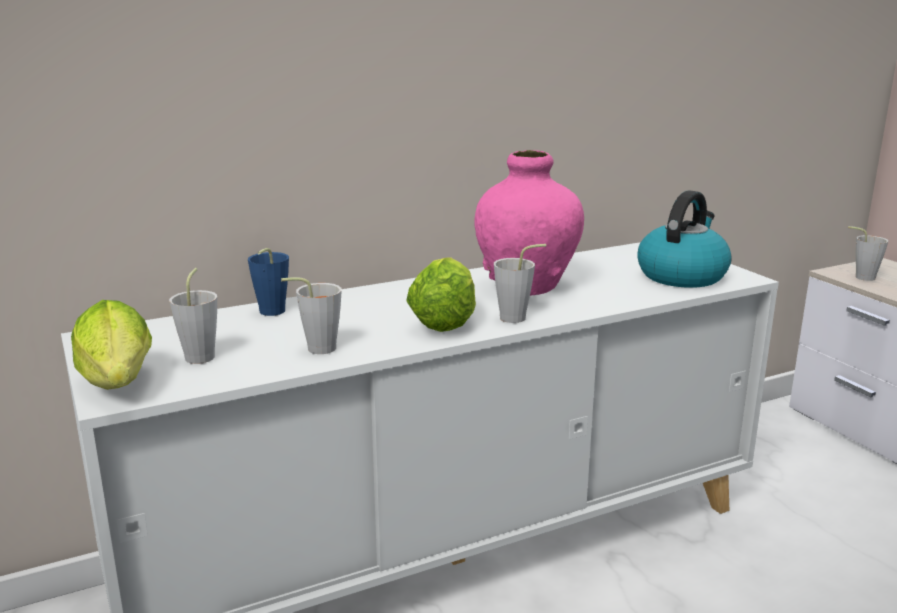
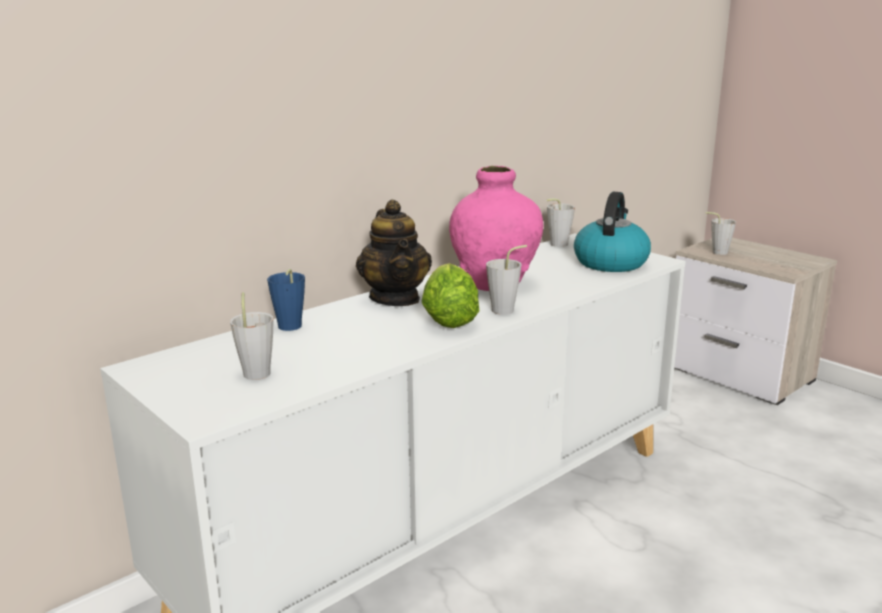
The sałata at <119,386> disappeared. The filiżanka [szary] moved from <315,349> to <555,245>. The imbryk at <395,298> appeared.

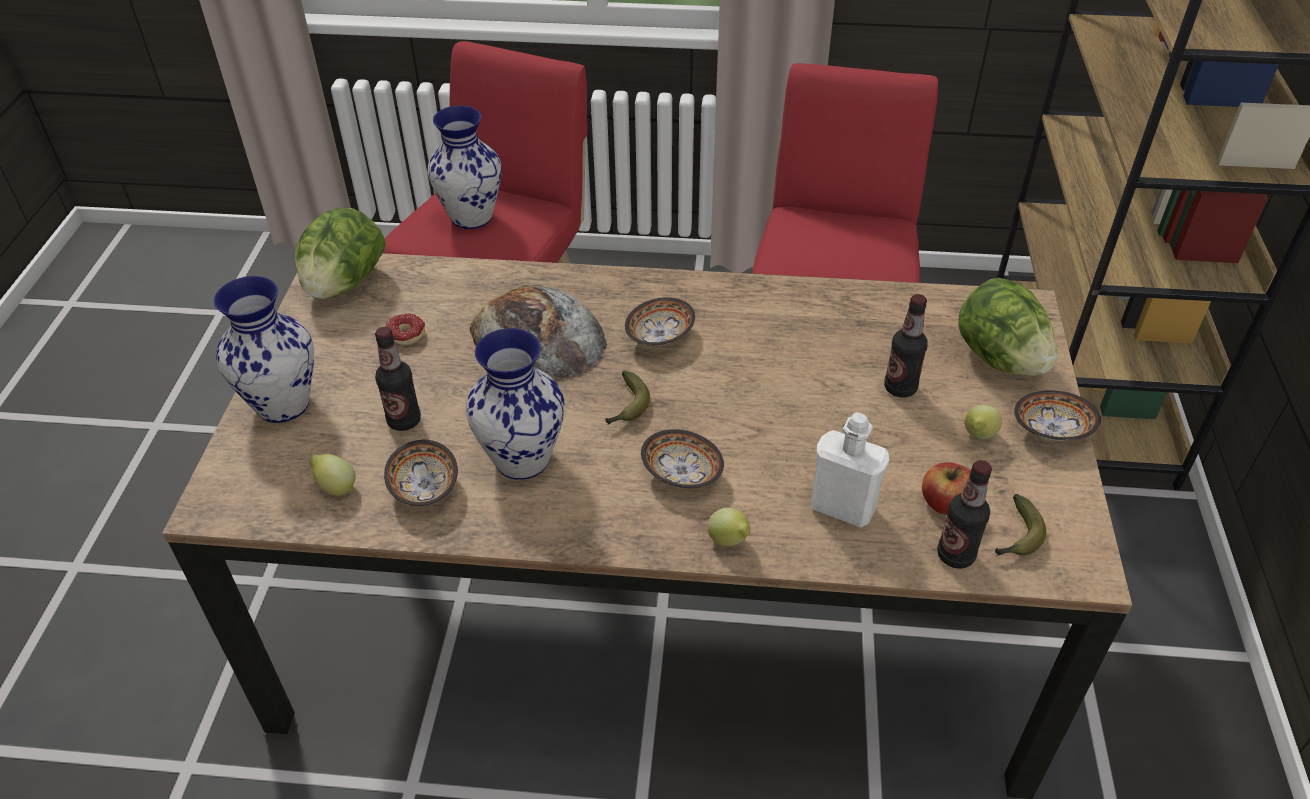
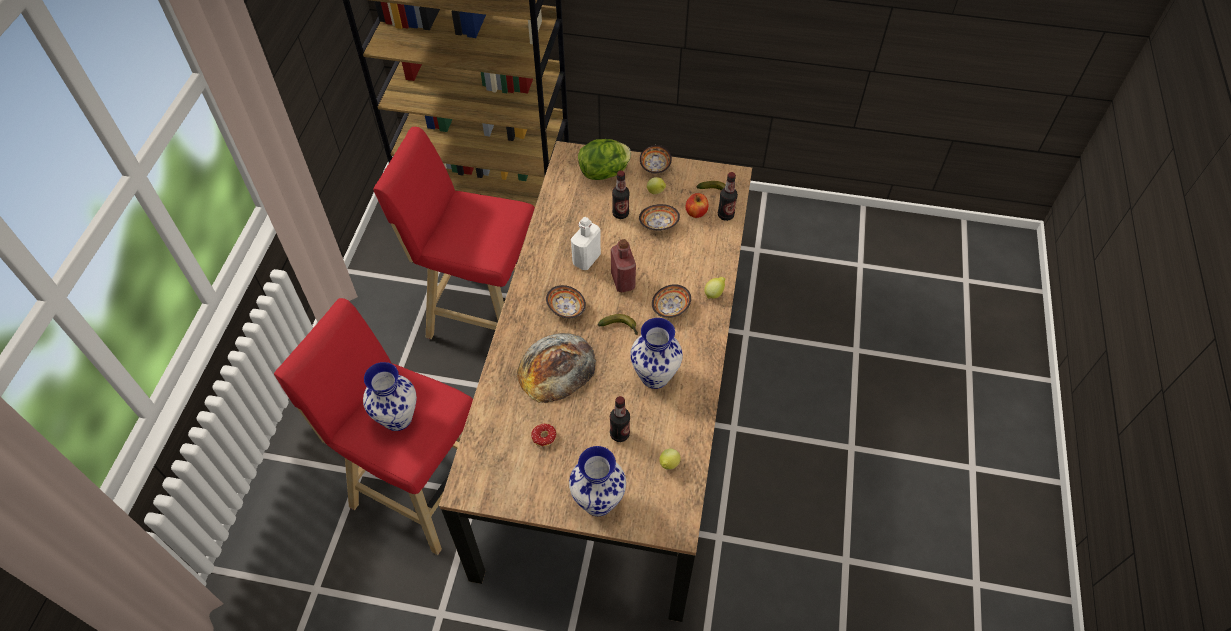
The sałata at <345,284> disappeared. The miska moved from <426,486> to <657,224>. The butelka [biały] moved from <843,507> to <586,259>. The butelka [czerwony] at <623,281> appeared.

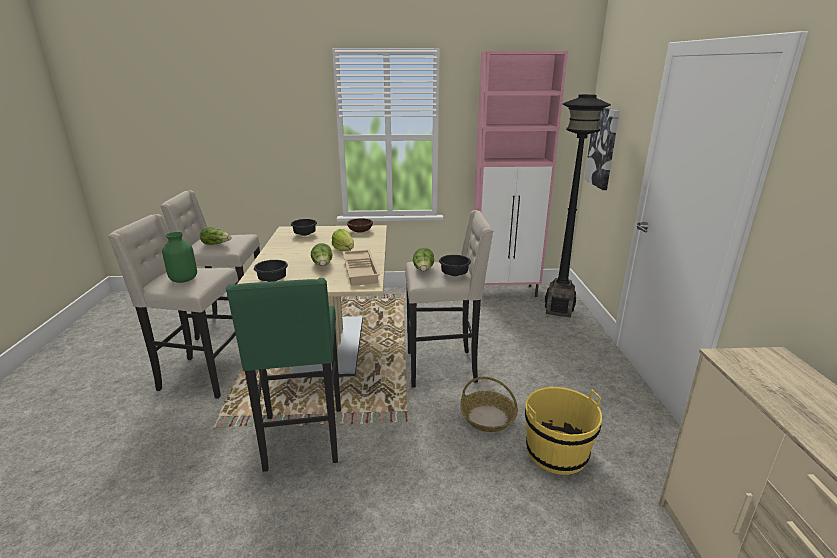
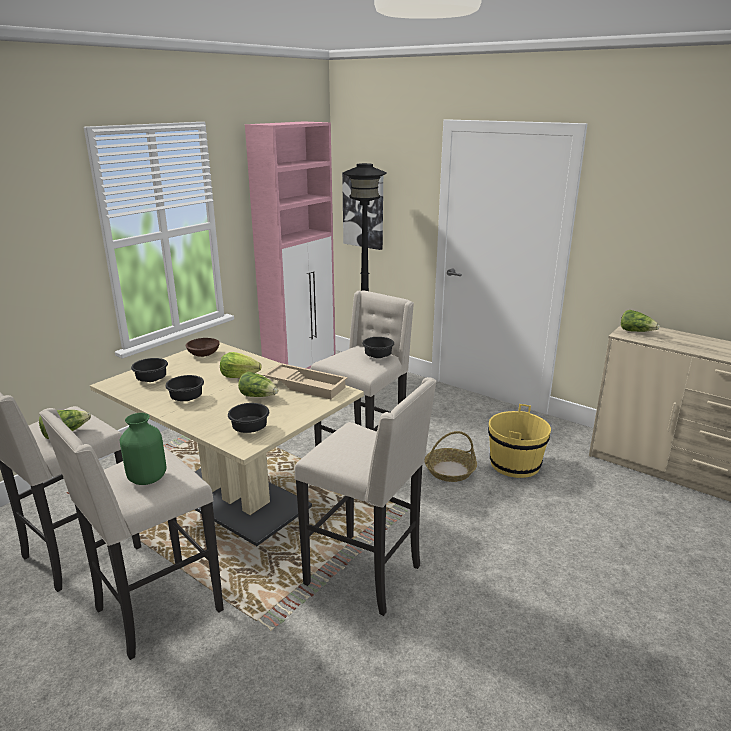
The stołek [zielony] at <303,440> became the stołek [beżowy] at <366,575>. The sałata moved from <423,270> to <636,331>. The miska [czarny] at <188,398> appeared.

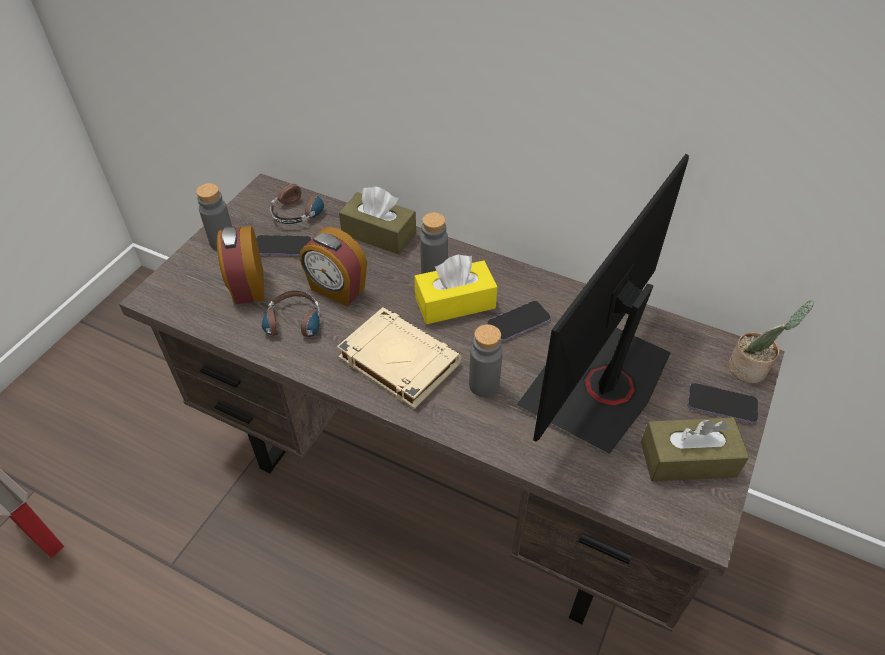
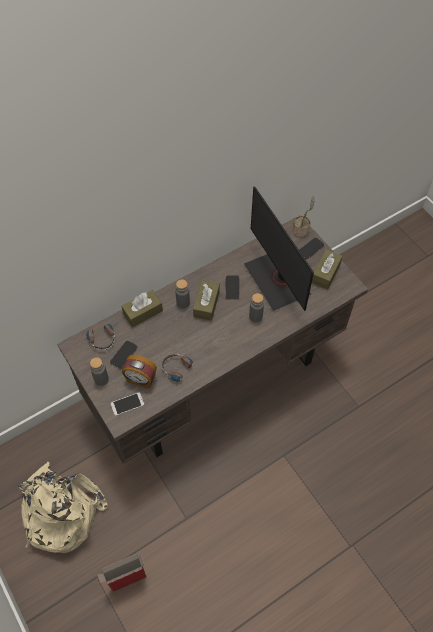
The budzik at <337,290> disappeared. The książka [beżowy] at <397,361> disappeared. The pudełko chusteczek [żółty] at <455,303> became the pudełko chusteczek [brązowy] at <206,304>. The plecak [beżowy] at <59,511> appeared. The telefon at <127,404> appeared.

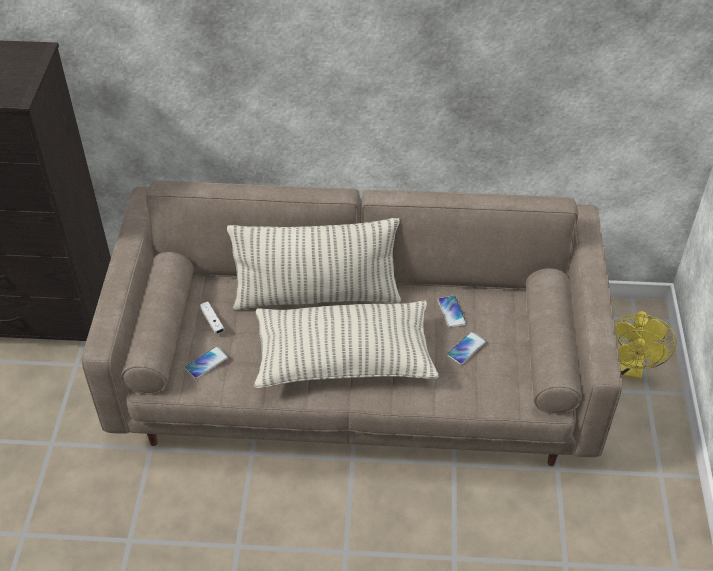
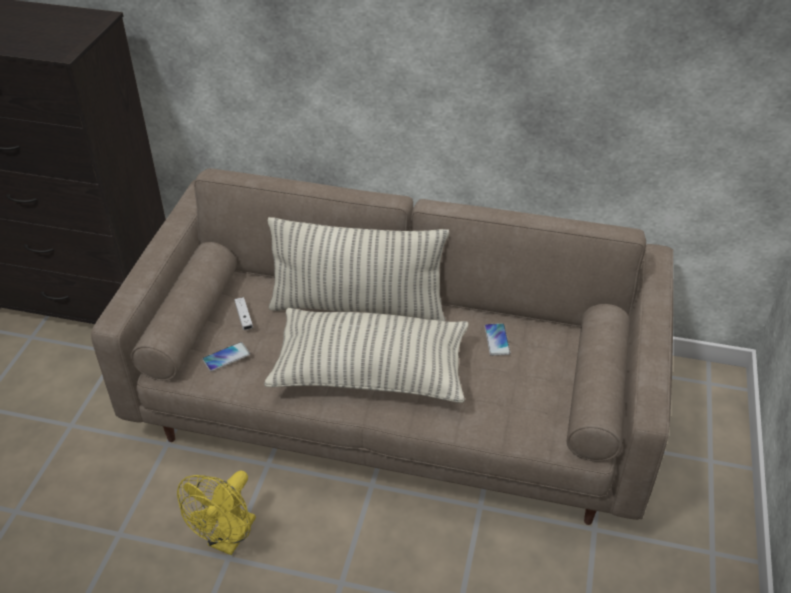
The telefon at <466,348> disappeared. The wentylator [żółty] moved from <630,369> to <228,539>.

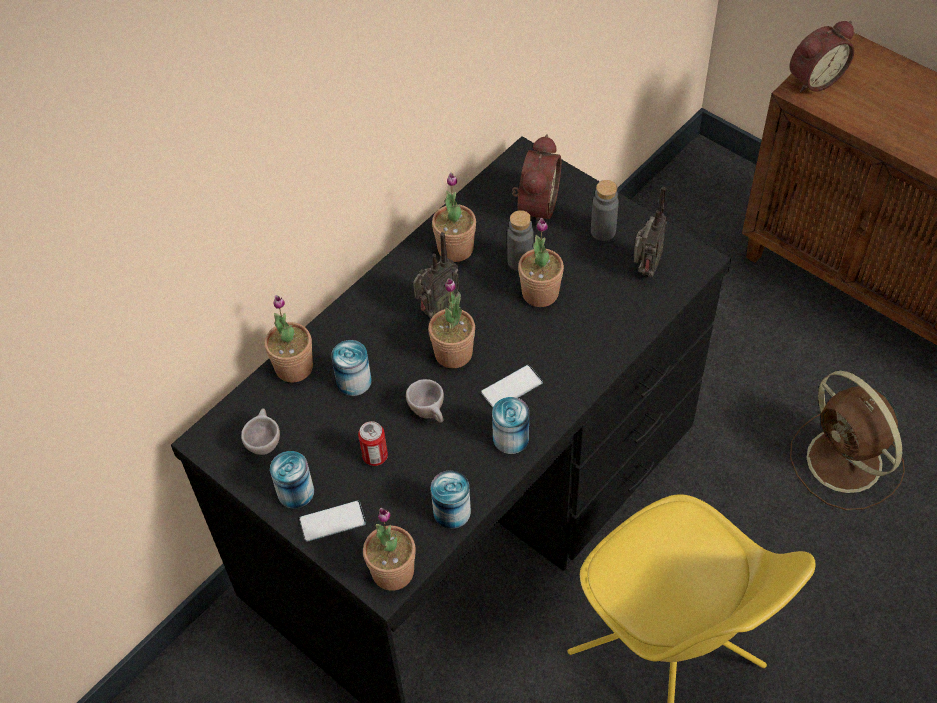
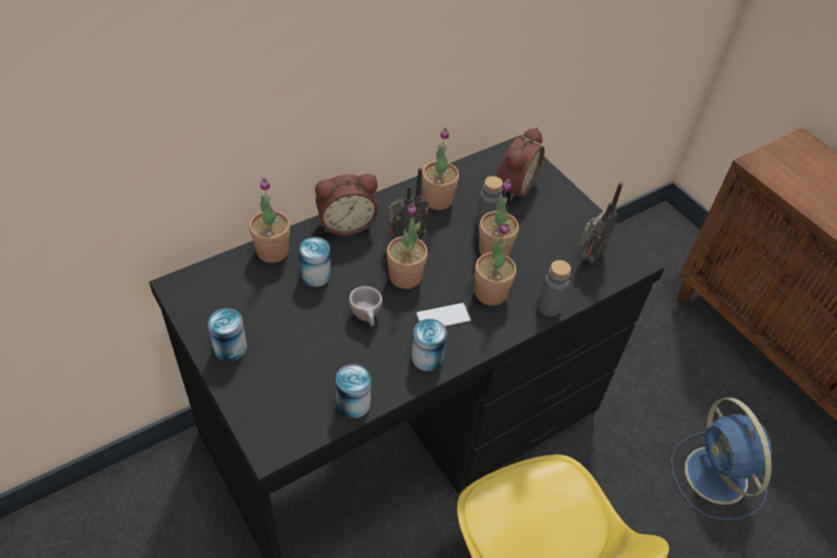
The filiżanka [beżowy] at <264,442> disappeared. The telefon at <332,521> disappeared. The puszka at <375,456> disappeared. The roślina doniczkowa moved from <393,571> to <490,293>. The butelka [szary] moved from <603,231> to <549,307>. The budzik moved from <813,79> to <346,223>. The wentylator [brązowy] at <846,463> became the wentylator [niebieski] at <717,478>.

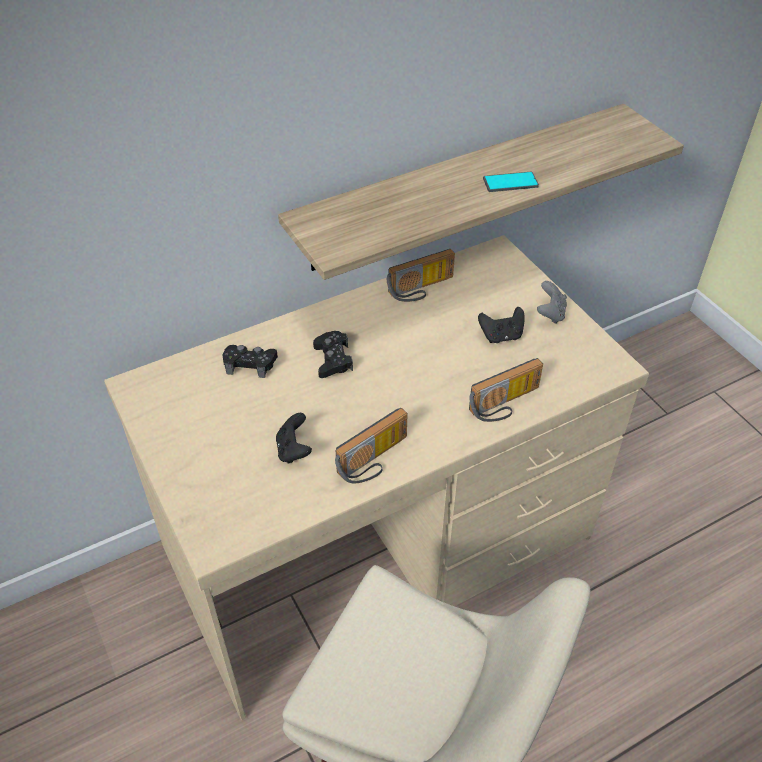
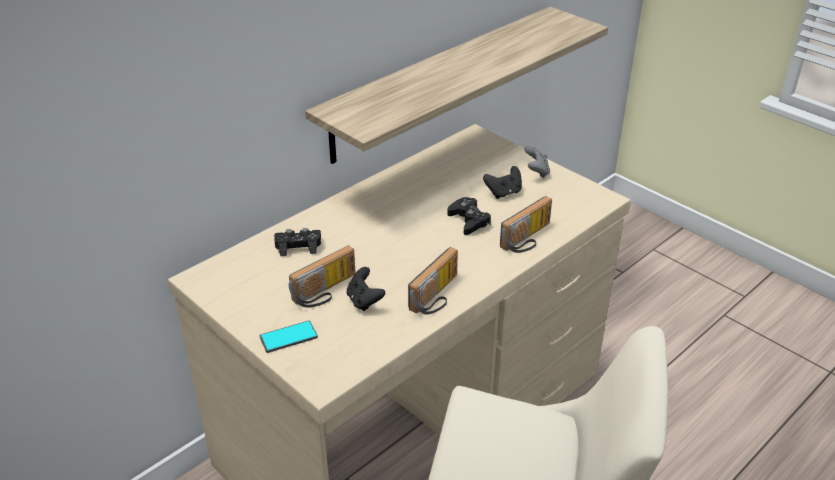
The pad do gier [czarny] moved from <333,359> to <469,221>. The radio moved from <421,289> to <326,292>. The telefon moved from <510,183> to <288,337>.

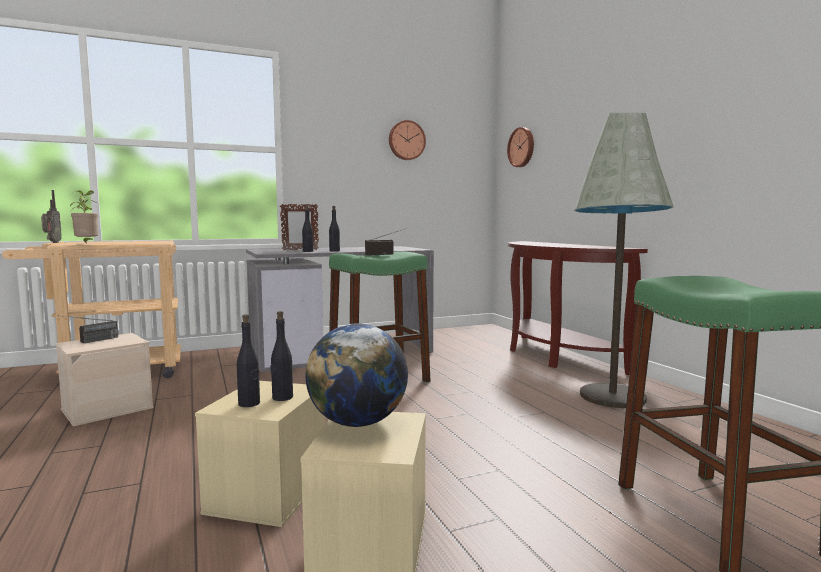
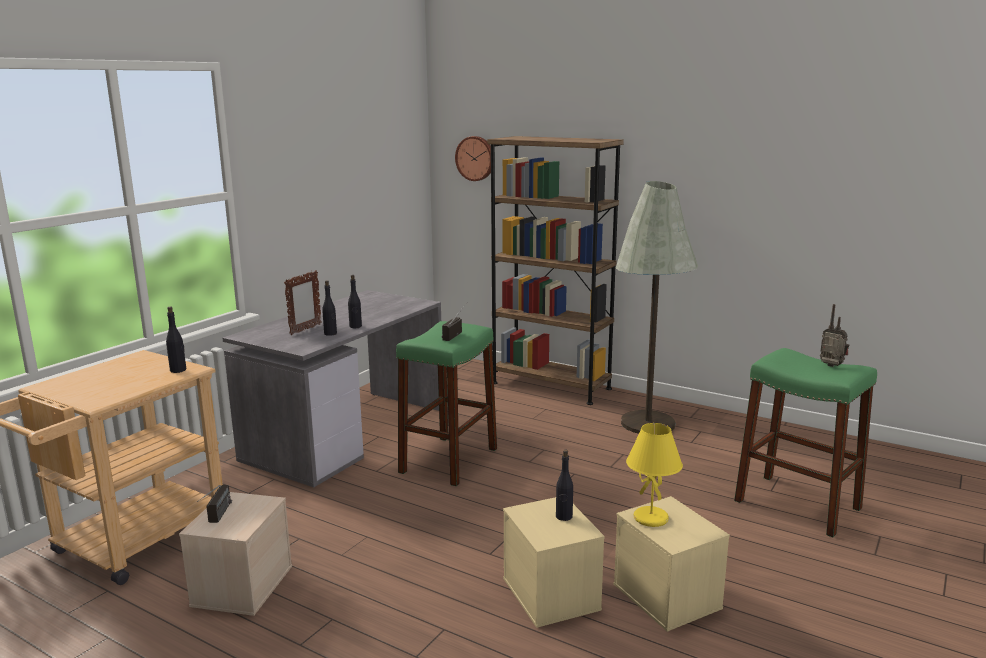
The radio moved from <52,242> to <831,367>. The roślina doniczkowa at <87,244> disappeared. The butelka [czarny] moved from <249,404> to <178,370>. The globus at <358,423> was replaced by the lampa stołowa [żółty] at <651,518>. The zegar ścienny at <406,140> disappeared. The stolik konsolowy [brązowy] at <553,355> was replaced by the regał [brązowy] at <550,386>.

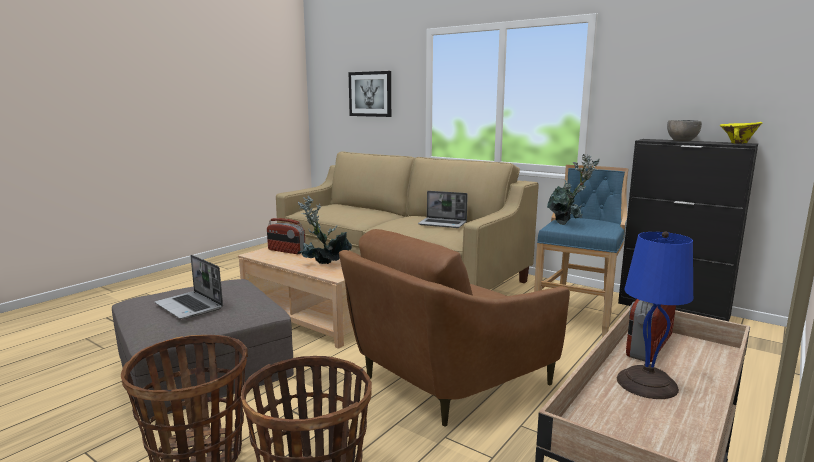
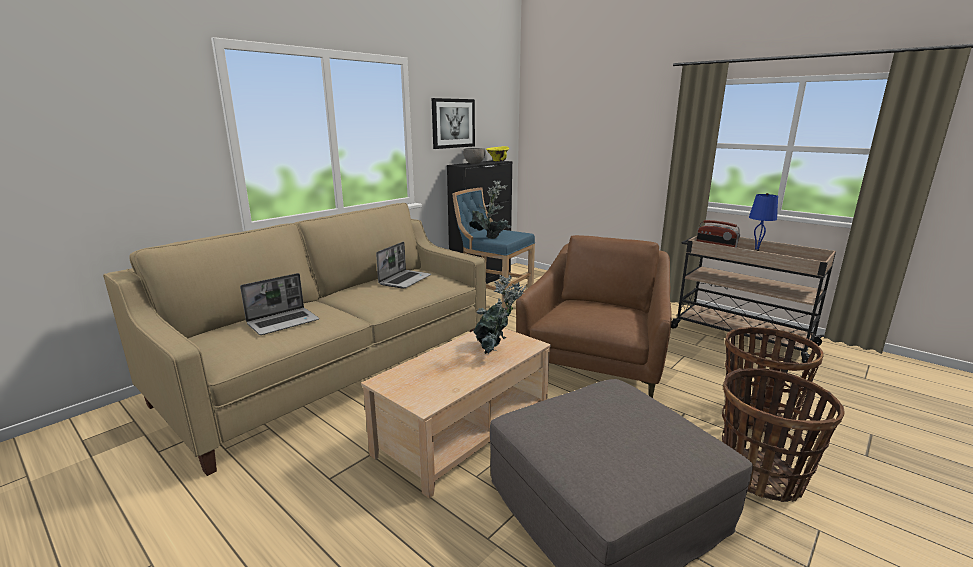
The laptop moved from <190,306> to <284,322>. The radio at <286,251> disappeared. The fotel [brązowy] at <445,379> turned 120 degrees counterclockwise. The obraz moved from <370,94> to <453,123>.

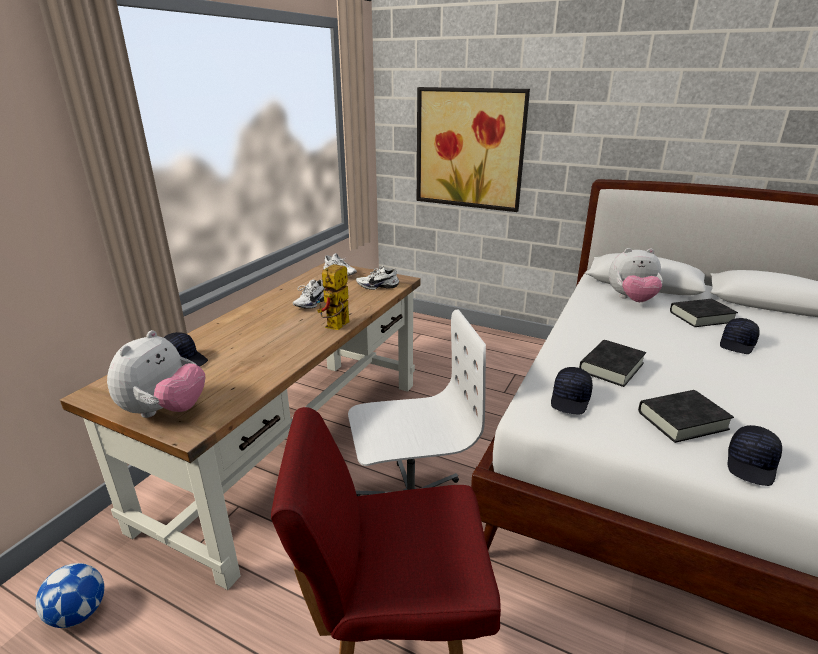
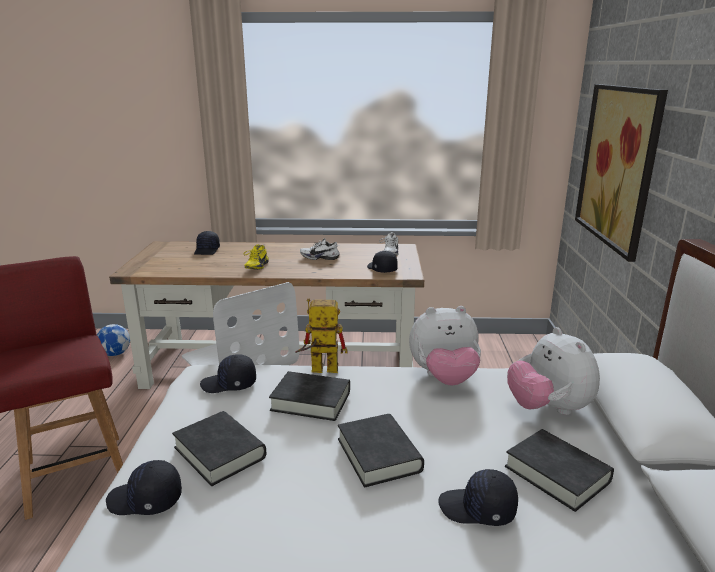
The pluszak moved from <165,411> to <444,378>. The robot zabawkowy moved from <336,327> to <318,370>. The but [biały] at <377,286> was replaced by the czapka z daszkiem [czarny] at <381,269>. The but [żółty] at <255,266> appeared. The książka [czarny] at <379,455> appeared.

